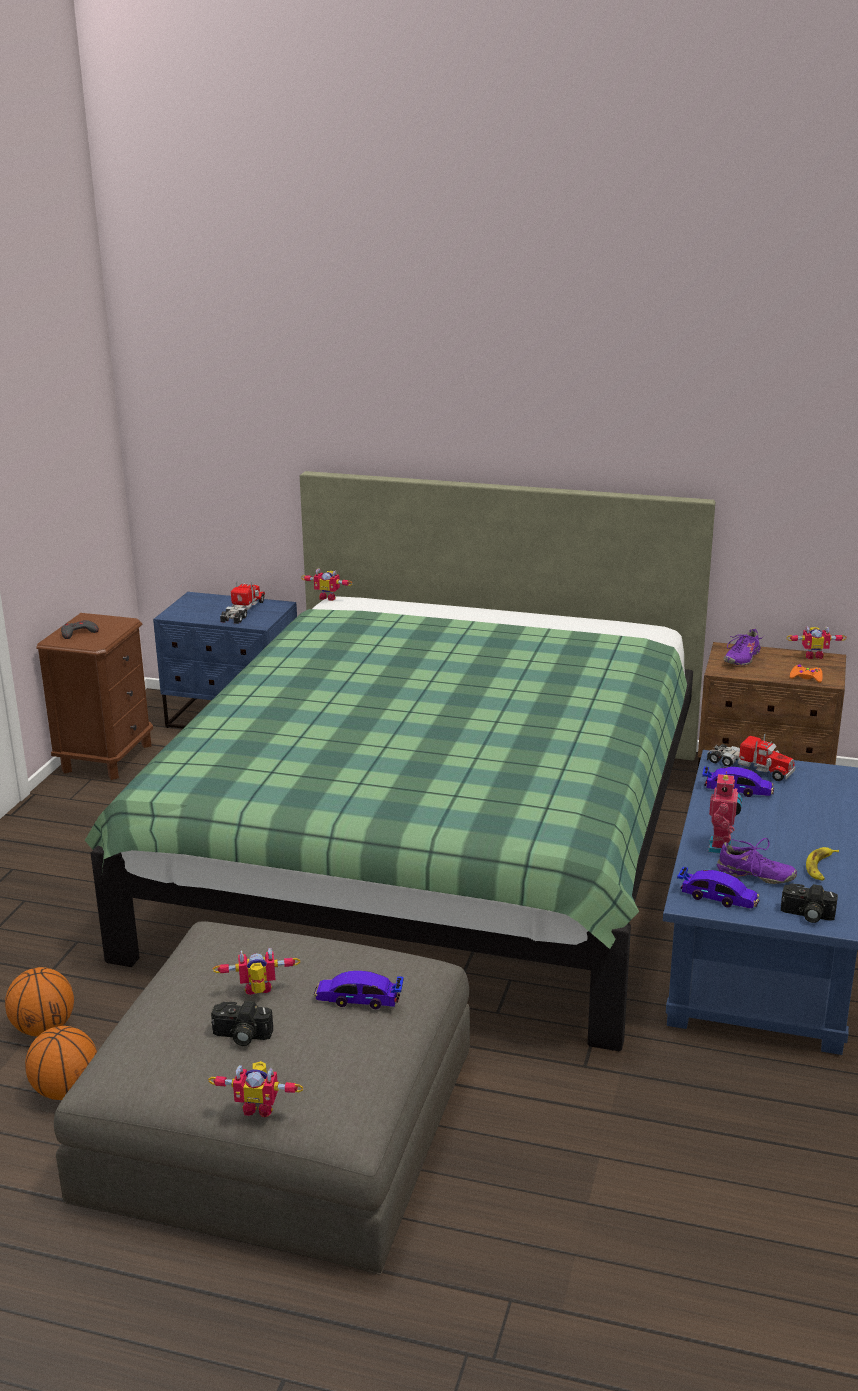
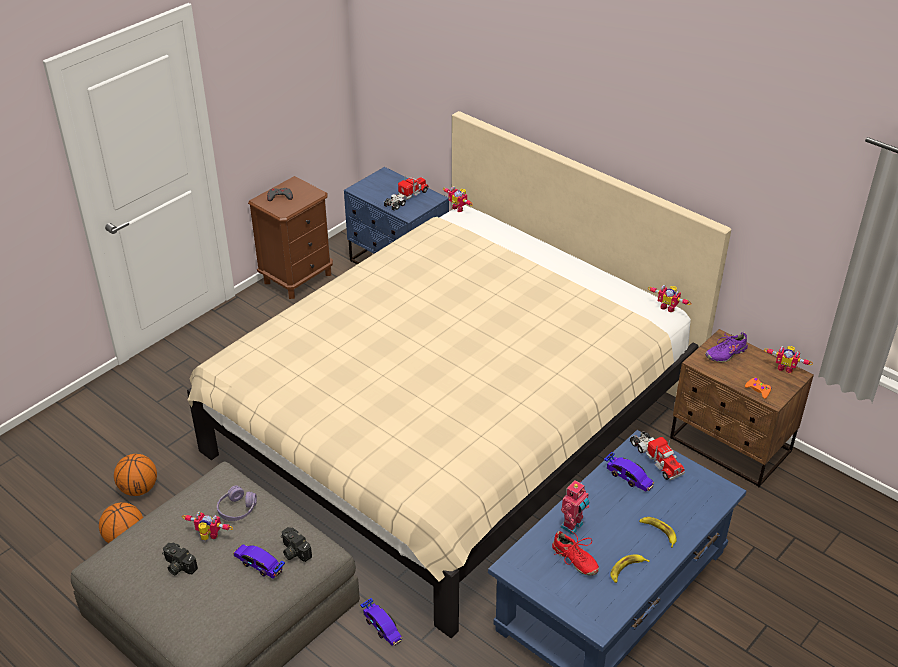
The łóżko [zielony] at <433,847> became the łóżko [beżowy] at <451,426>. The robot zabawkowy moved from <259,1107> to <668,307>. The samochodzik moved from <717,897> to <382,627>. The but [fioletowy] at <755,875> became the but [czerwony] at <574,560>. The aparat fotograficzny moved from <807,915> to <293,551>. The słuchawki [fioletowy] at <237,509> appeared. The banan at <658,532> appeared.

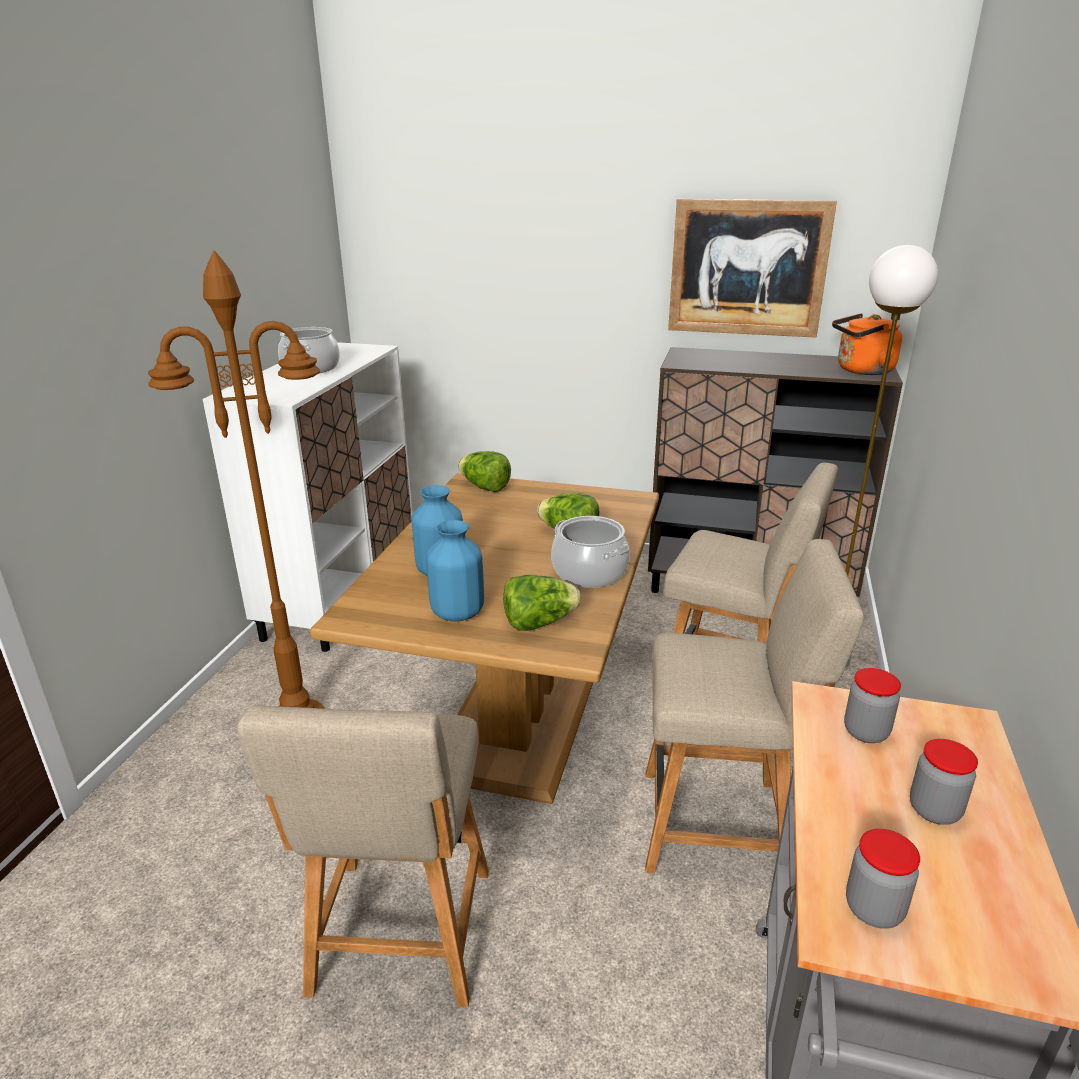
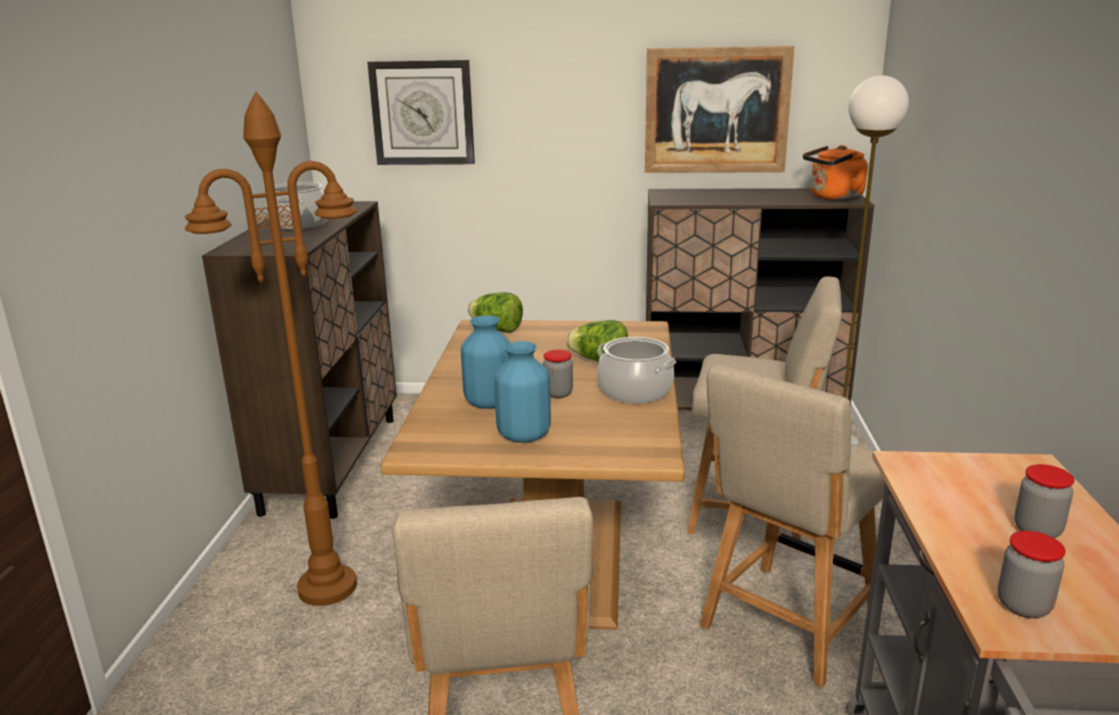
The szafka [biały] at <341,594> became the szafka [brązowy] at <332,462>. The sałata at <539,623> disappeared. The krzesło [beżowy] at <722,825> turned 135 degrees clockwise. The słoik moved from <866,732> to <558,393>. The zegar ścienny at <422,113> appeared.

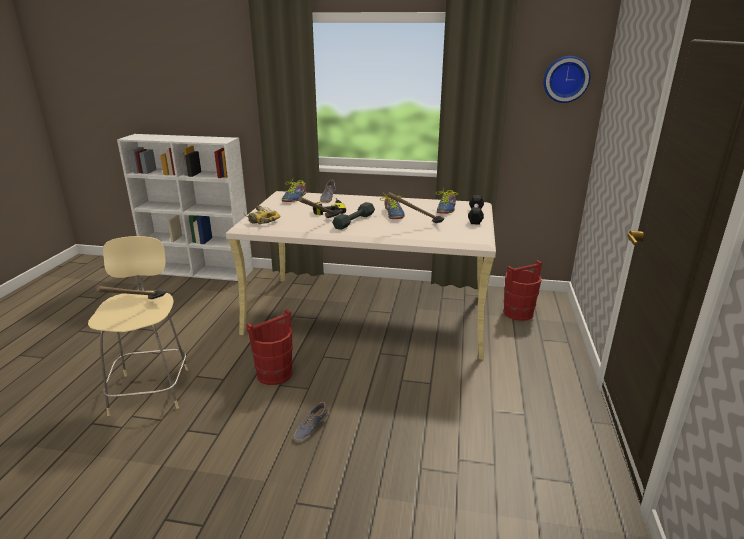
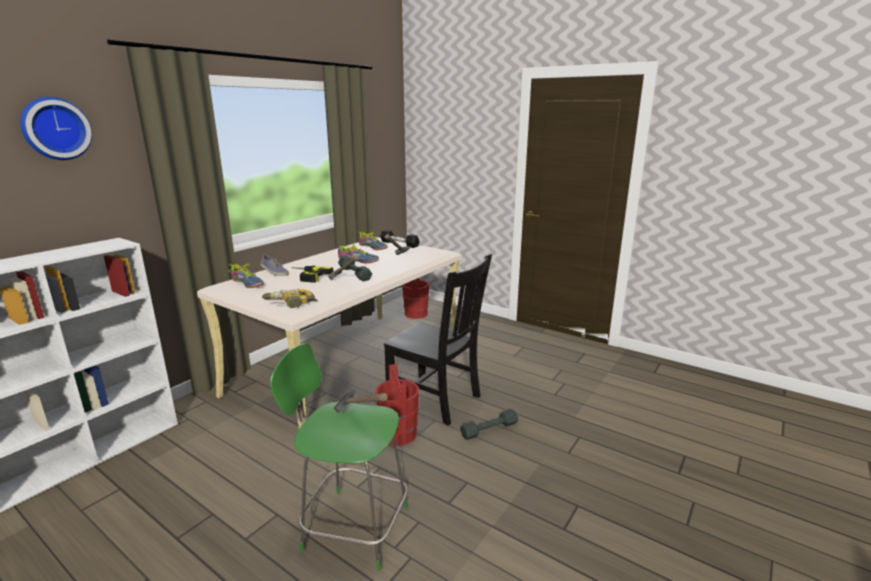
The stołek [beżowy] at <151,389> became the stołek [zielony] at <352,527>. The but at <311,428> was replaced by the hantel [szary] at <489,429>. The zegar ścienny moved from <565,79> to <55,128>. The krzesło [czarny] at <436,399> appeared.

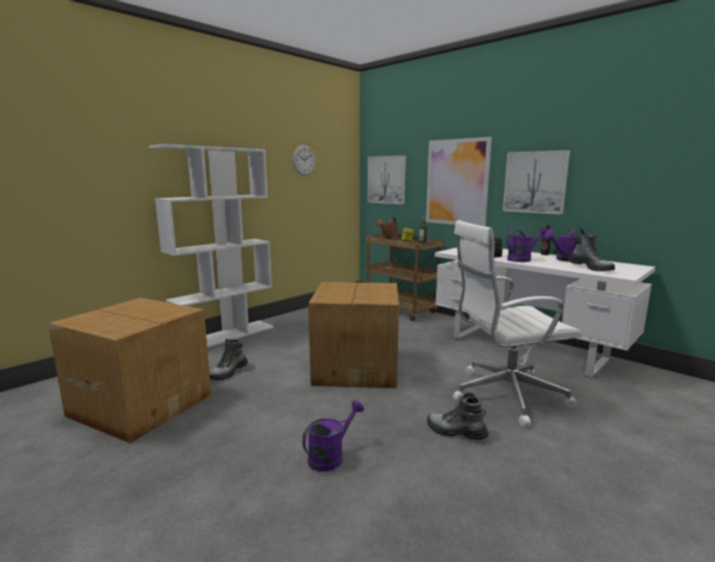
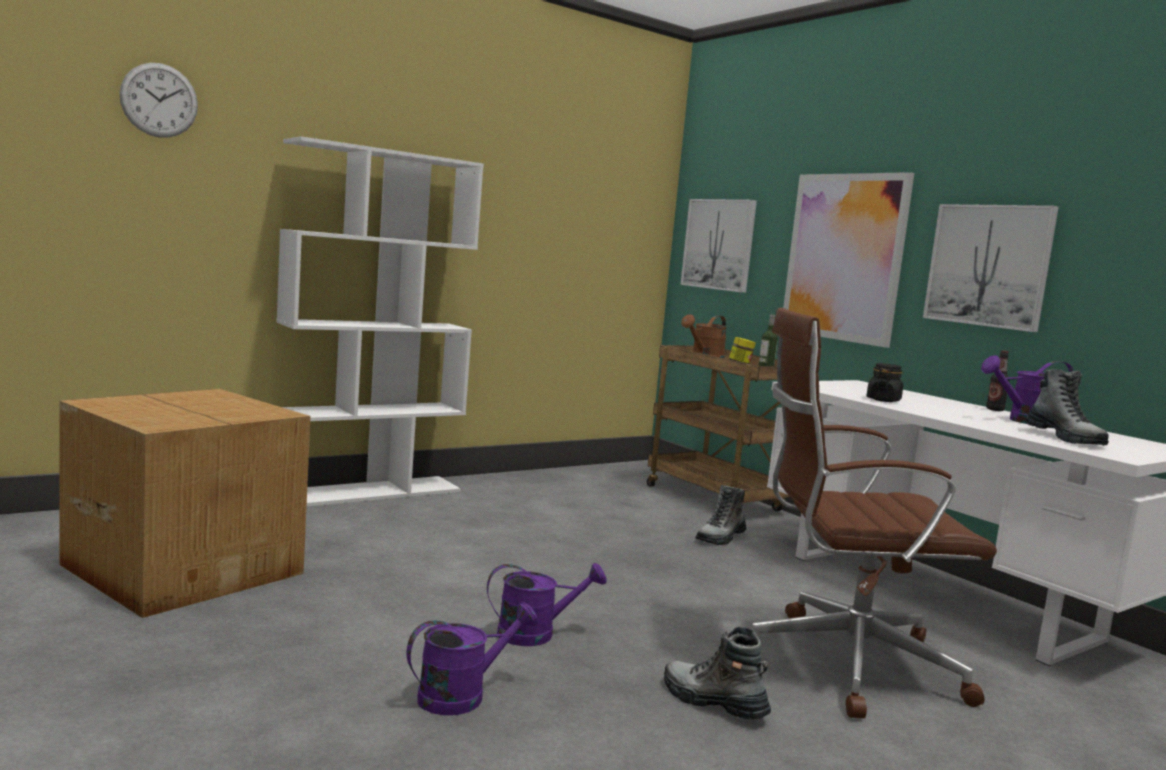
The but z cholewką moved from <228,372> to <721,537>. The zegar ścienny moved from <304,160> to <159,100>. The karton at <357,367> disappeared. The krzesło biurowe [biały] at <504,395> became the krzesło biurowe [brązowy] at <844,663>. The konewka [fioletowy] moved from <522,259> to <536,634>.

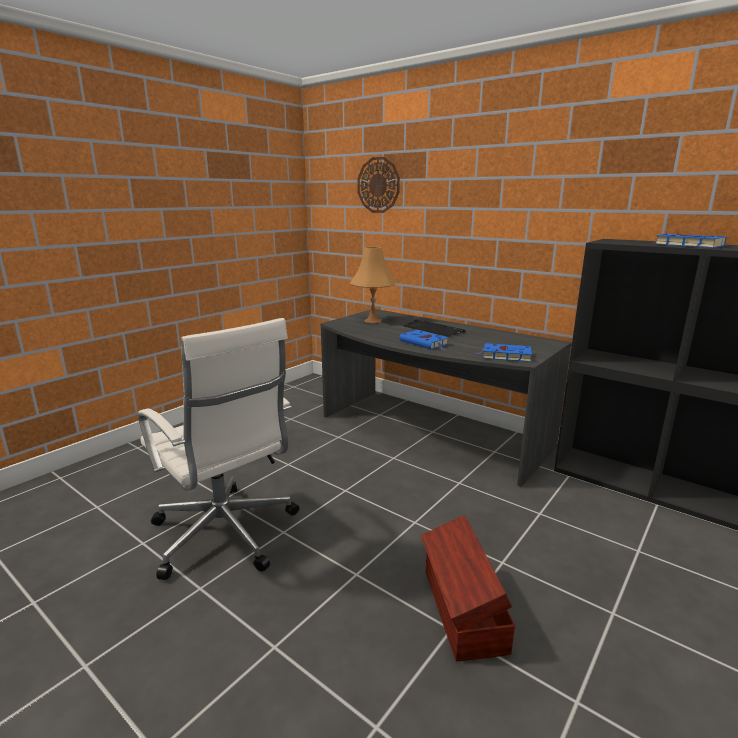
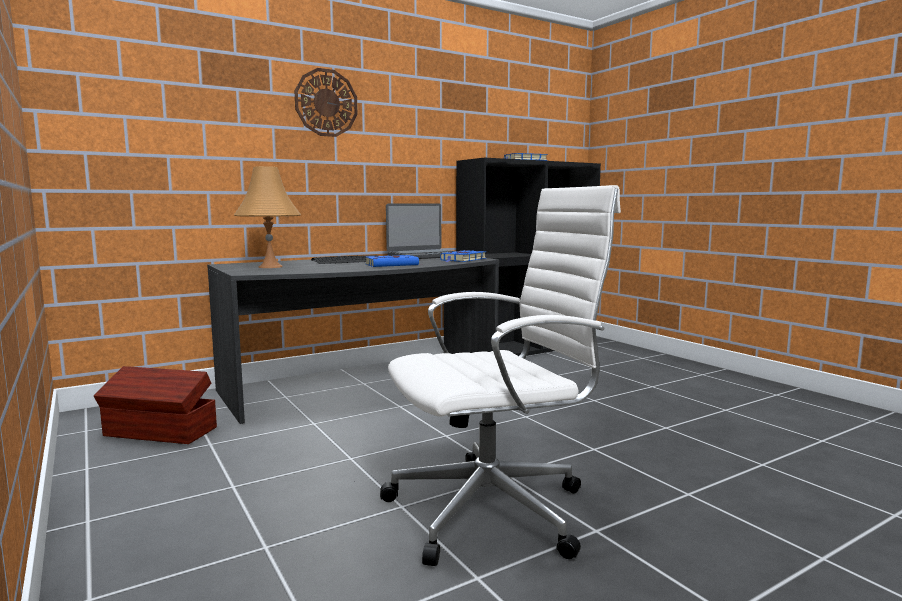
The zegar ścienny moved from <378,185> to <326,103>. The pojemnik do przechowywania [brązowy] moved from <462,611> to <160,432>. The laptop at <425,256> appeared.

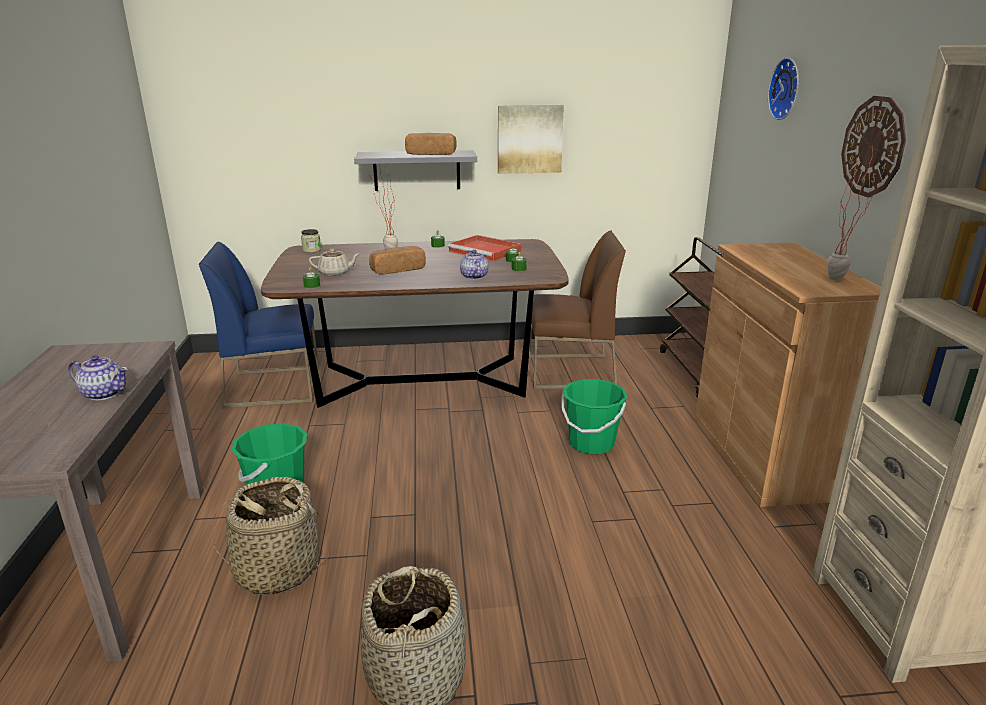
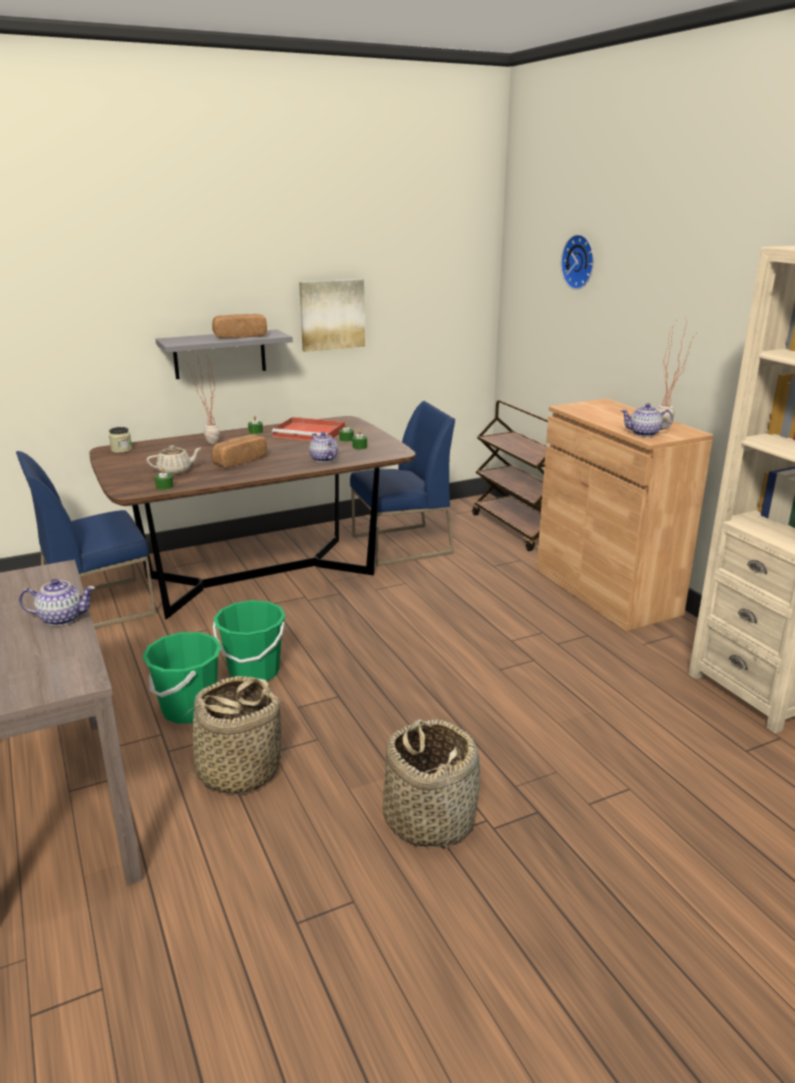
The krzesło [brązowy] at <570,372> became the krzesło [niebieski] at <401,545>. The wiadro [zielony] moved from <591,443> to <254,672>. The zegar ścienny at <873,147> disappeared. The imbryk at <644,433> appeared.

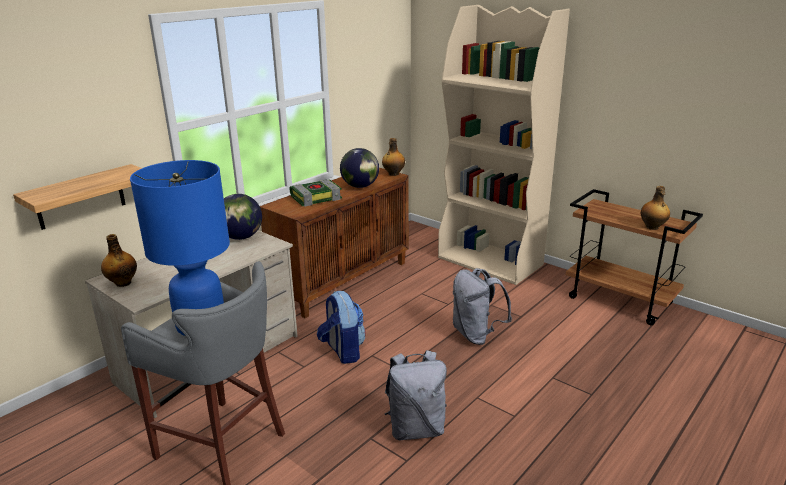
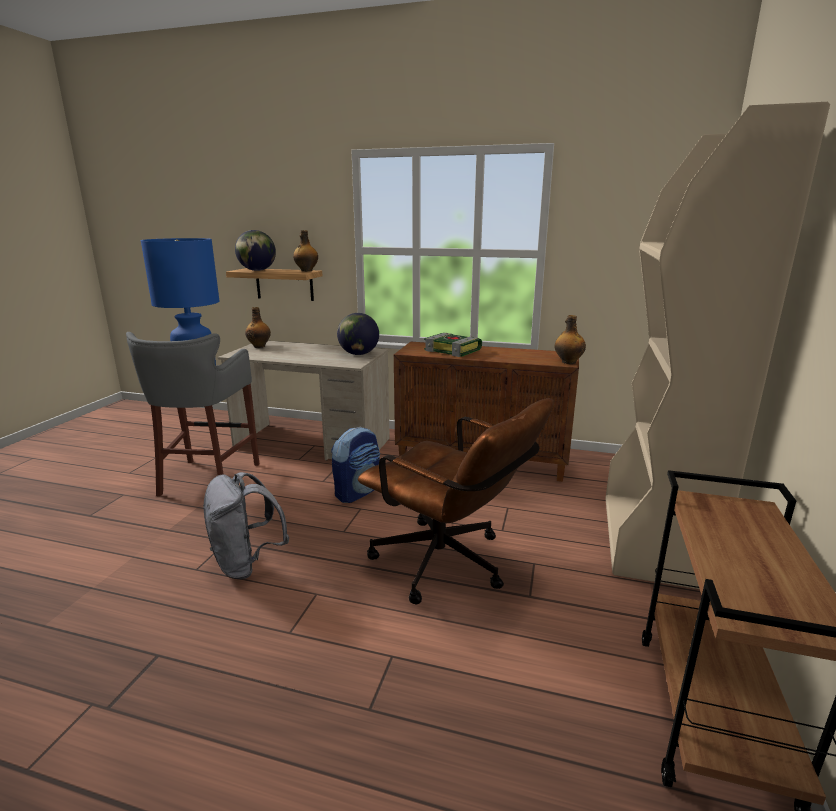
The globus moved from <360,186> to <257,270>. The plecak [szary] at <476,335> was replaced by the krzesło biurowe [brązowy] at <449,566>. The butelka moved from <652,227> to <306,271>.

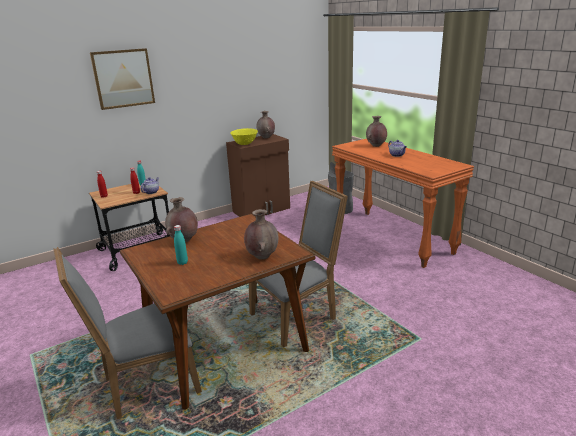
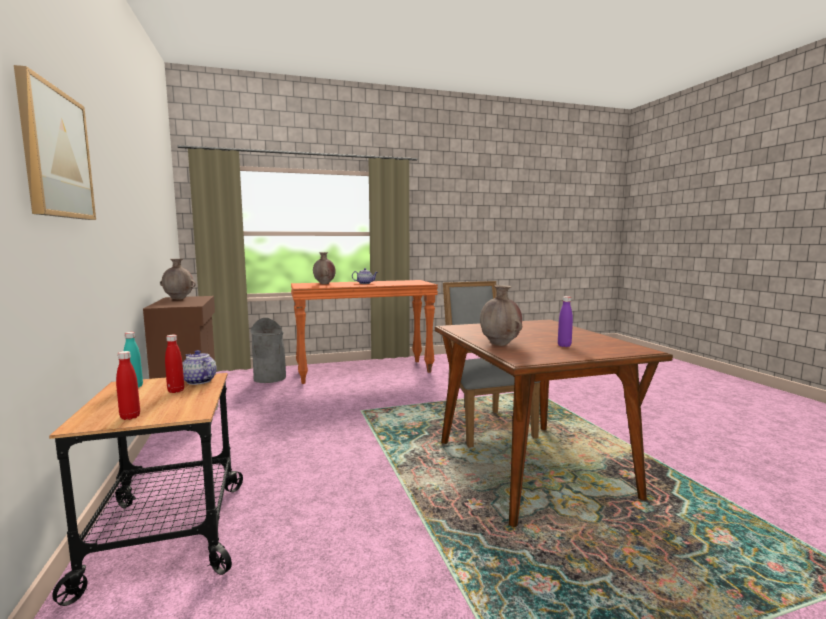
The krzesło [szary] at <145,384> disappeared. The butelka [turkusowy] at <182,262> became the butelka [fioletowy] at <564,345>. The miska [żółty] at <245,144> disappeared. The wazon [brązowy] at <262,256> disappeared.

